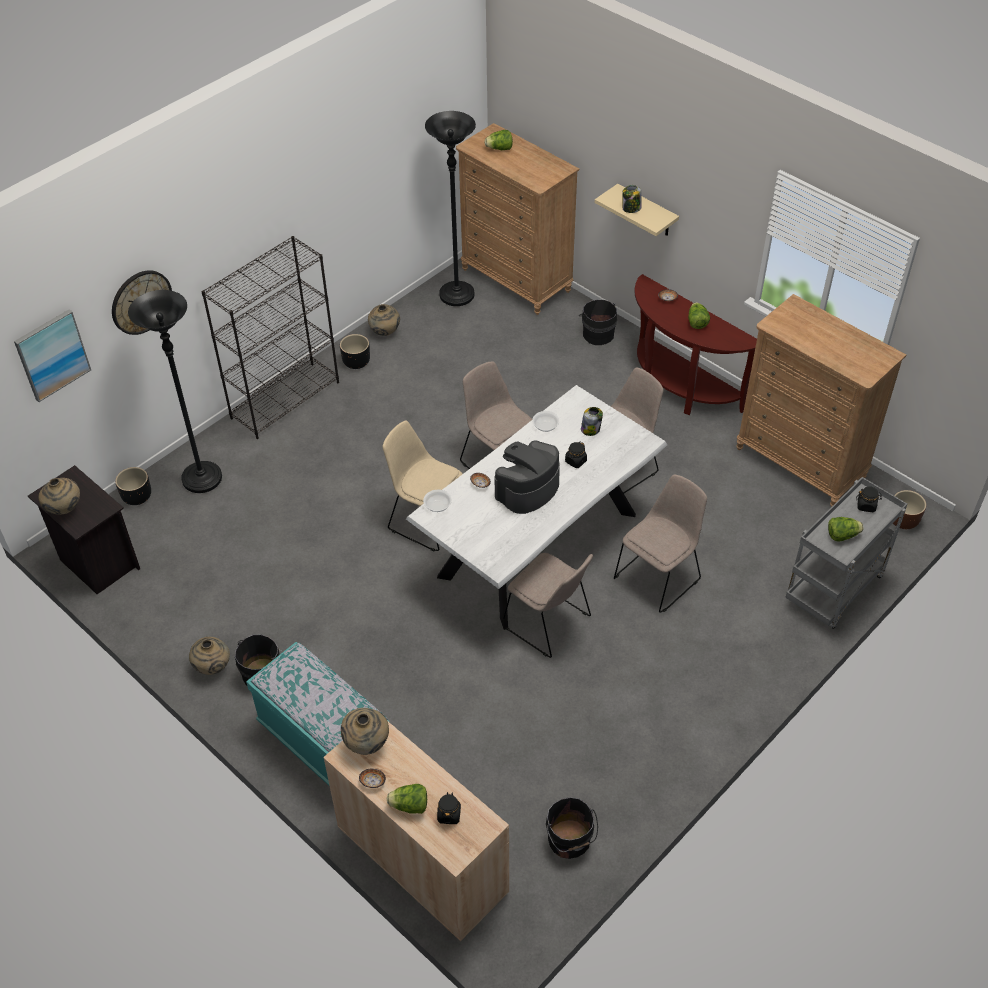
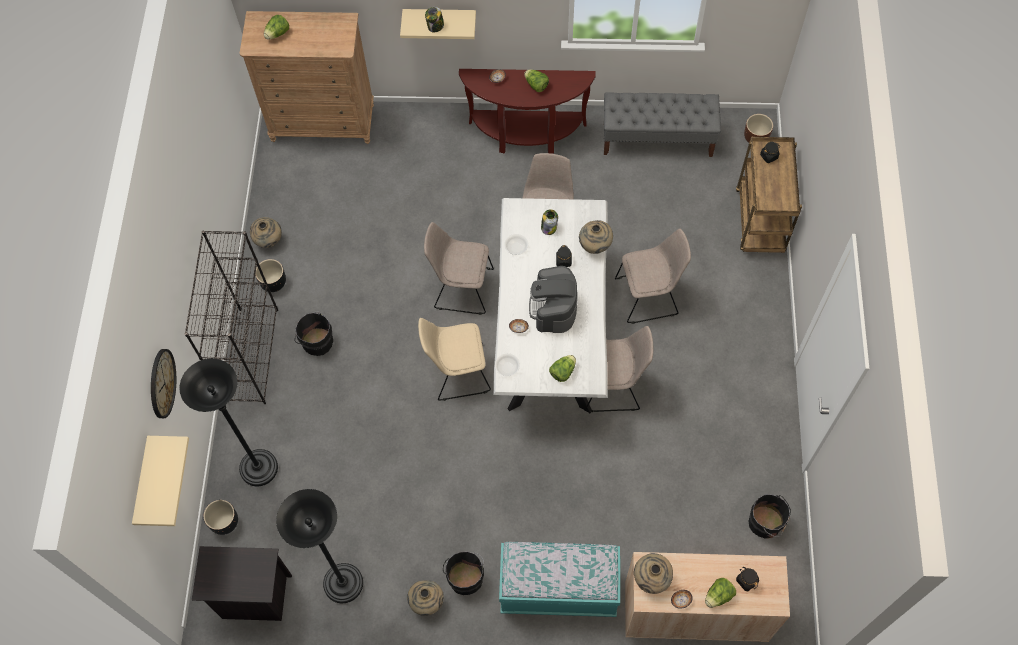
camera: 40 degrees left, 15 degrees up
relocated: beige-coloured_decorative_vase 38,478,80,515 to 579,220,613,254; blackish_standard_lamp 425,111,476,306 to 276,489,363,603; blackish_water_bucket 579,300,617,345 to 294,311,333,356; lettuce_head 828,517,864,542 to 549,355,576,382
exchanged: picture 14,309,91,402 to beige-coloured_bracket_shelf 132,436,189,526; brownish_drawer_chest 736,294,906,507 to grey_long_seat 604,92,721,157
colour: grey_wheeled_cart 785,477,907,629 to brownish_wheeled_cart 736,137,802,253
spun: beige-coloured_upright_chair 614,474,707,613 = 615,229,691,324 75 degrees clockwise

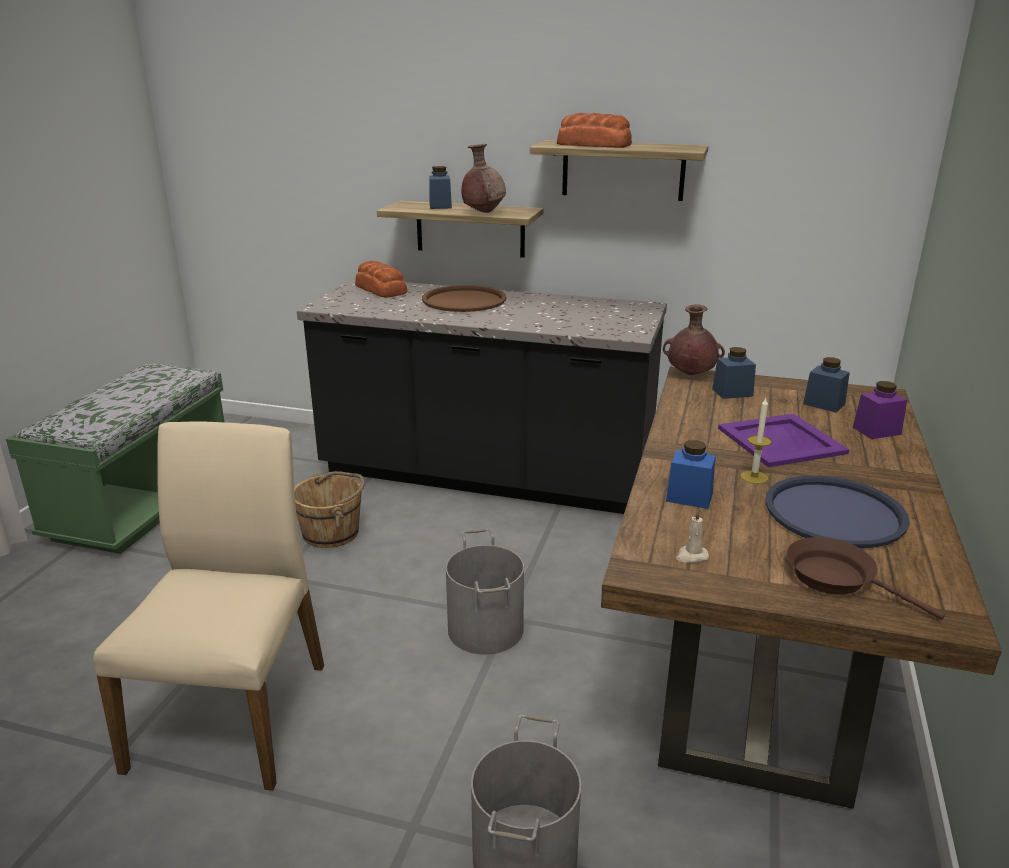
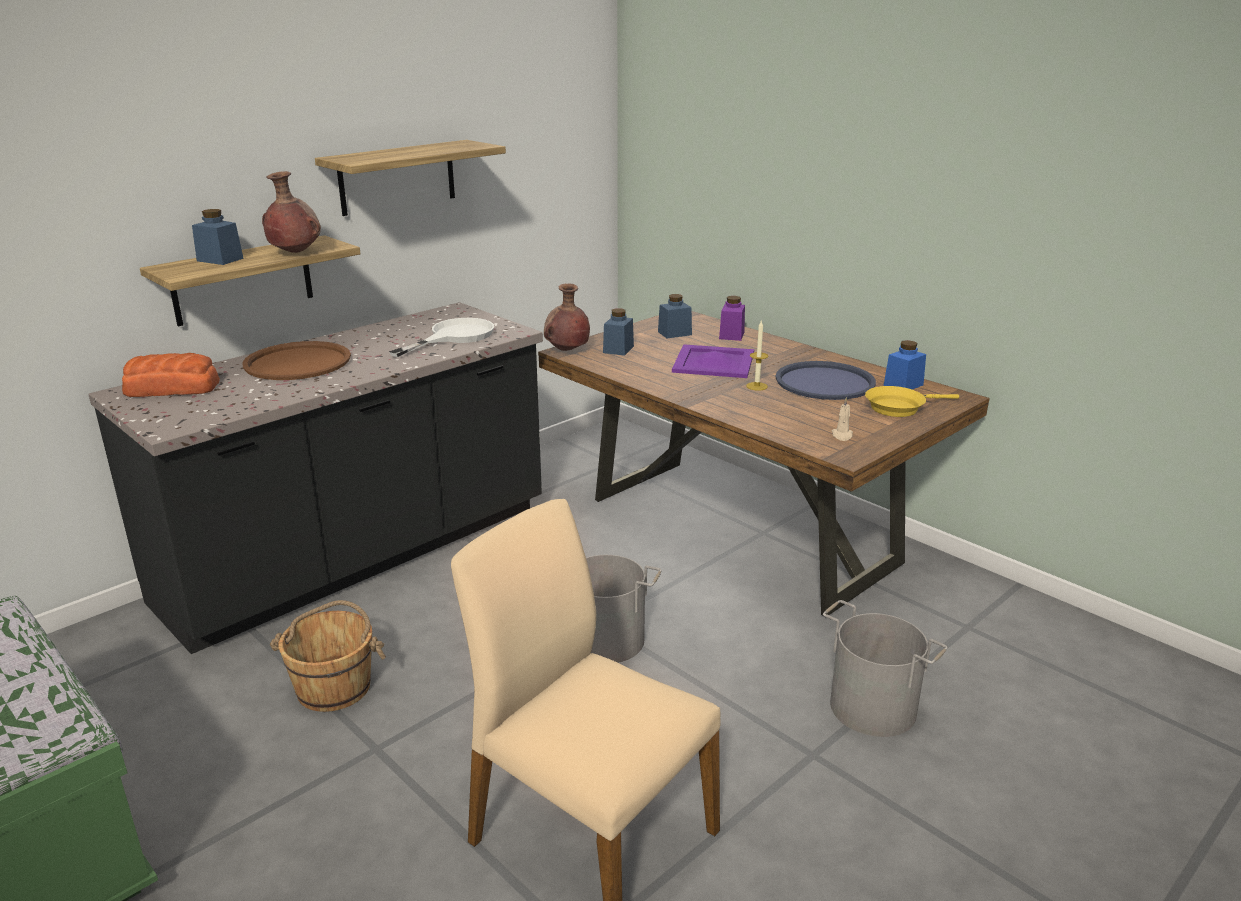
camera: 60 degrees left, 0 degrees up
missing: baked_bread 557,113,632,148
appeared: whitish_skillet 389,318,494,357
relocated: bluish_jar 666,440,716,509 to 883,340,926,390
colour: brownish_skillet 787,537,945,620 to yellow_skillet 865,386,959,417

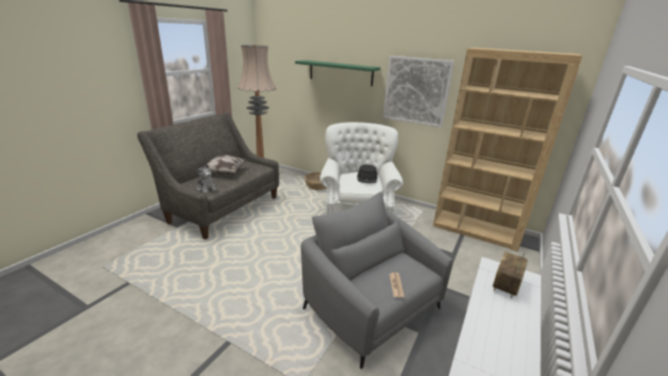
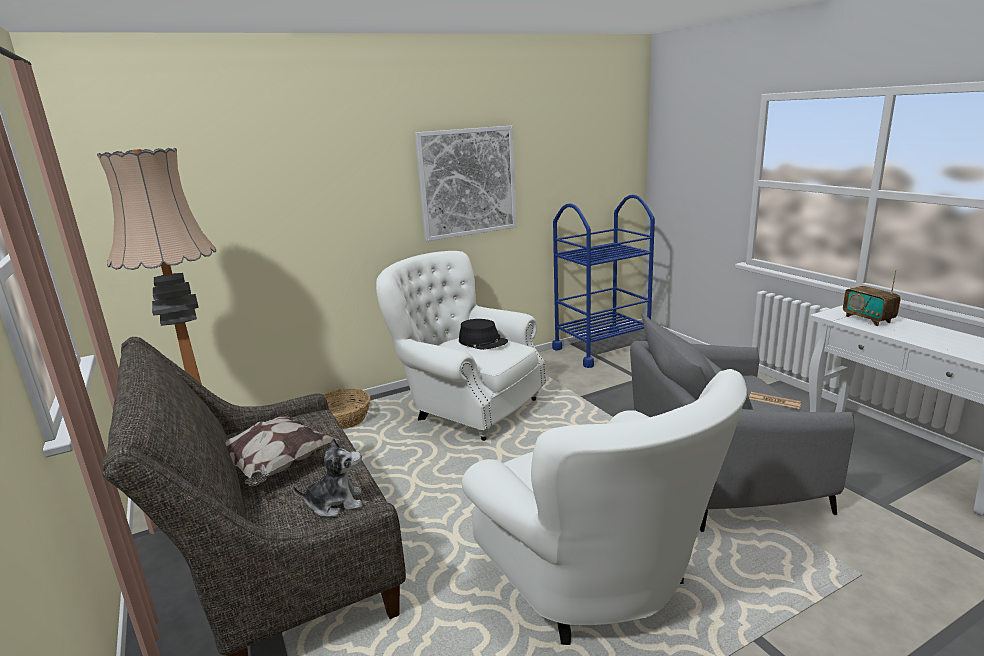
camera: 55 degrees left, 5 degrees down
missing: greenish_bracket_shelf 295,60,381,86
appeared: whitish_lounge_chair 462,369,747,645
exchanged: brownish_bookshelf 433,48,582,252 to bluish_wheeled_cart 552,195,655,368

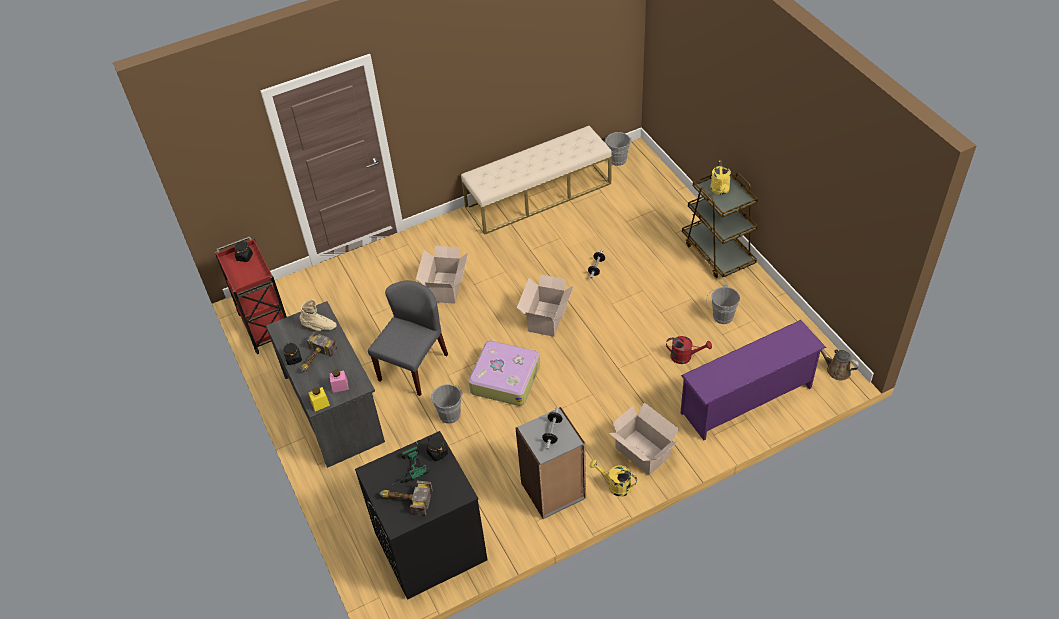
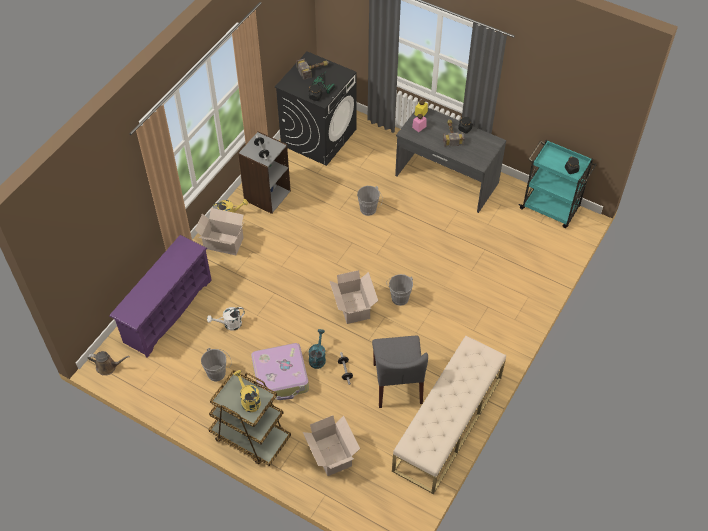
camera: 145 degrees right, 5 degrees up
missing: beige-coloured_high-top_boot 299,299,337,331
appeared: turquoise_watering_pot 309,329,326,369
relocated: grey_upright_chair 368,281,448,396 to 372,336,428,408; cardboard_box 416,246,468,304 to 303,415,360,476; piece_of_luggage 469,340,540,406 to 251,343,309,400; grey_water_bucket 605,132,632,166 to 386,274,413,306
colour: red_wheeled_cart 215,236,287,354 to turquoise_wheeled_cart 518,140,597,228; red_watering_pot 666,336,712,364 to whitish_watering_pot 207,307,245,331

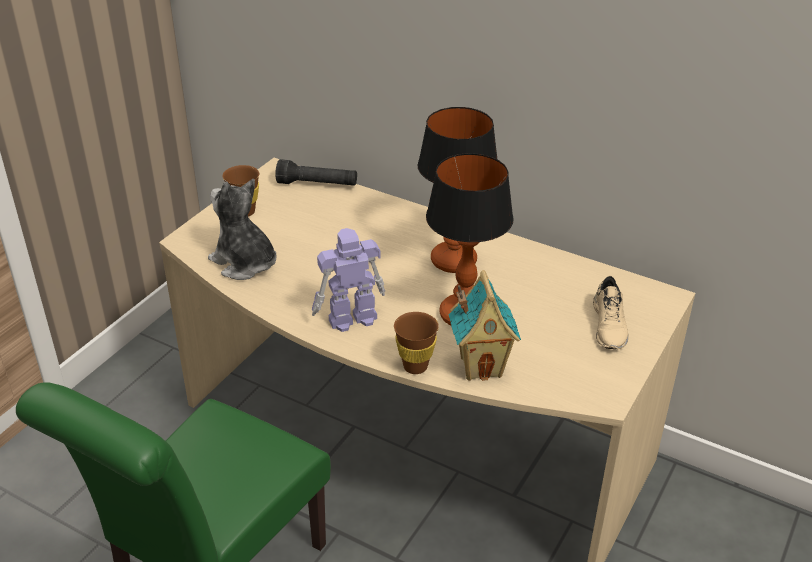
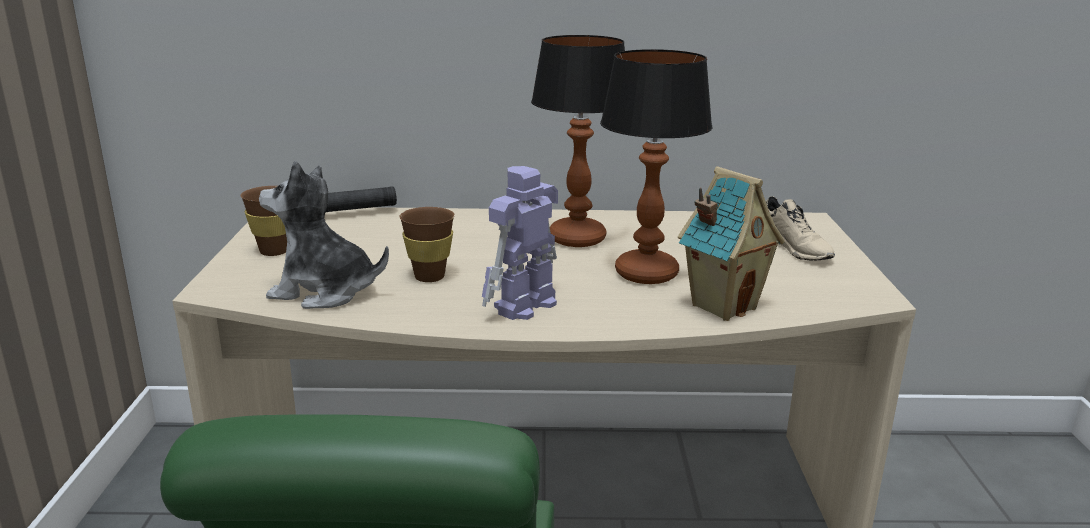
camera: 30 degrees left, 15 degrees down
relocated: brownish_cup 394,312,439,374 to 400,207,455,282

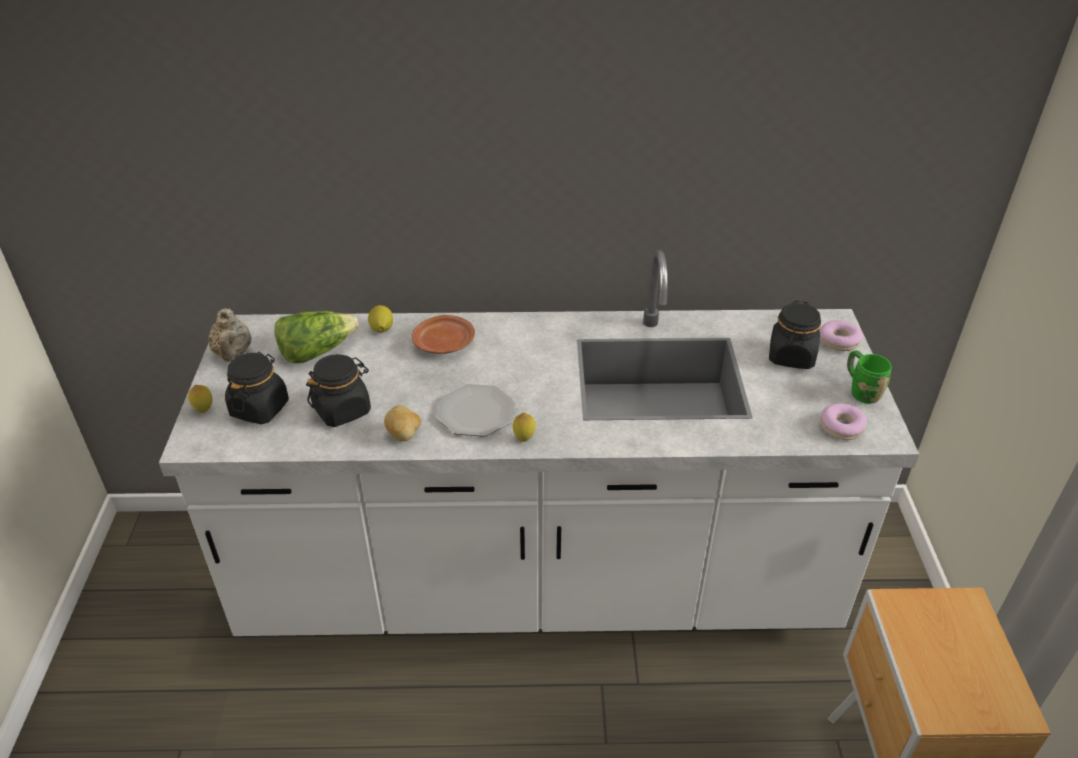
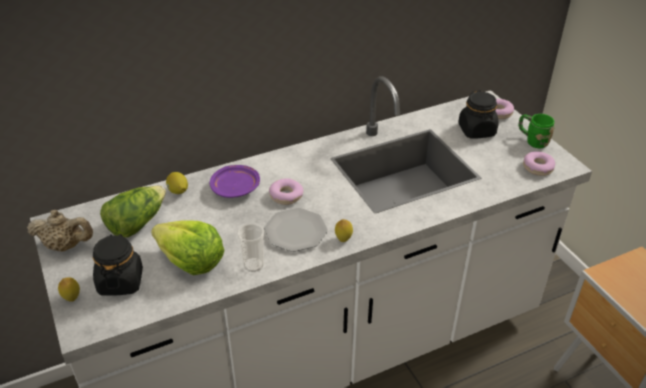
camera: 25 degrees left, 0 degrees up
appeared: doughnut 269,178,304,205
exchanged: blackish_jar 306,354,371,427 to lettuce_head 151,220,224,275; spud 384,405,421,442 to cup 238,223,264,272
colour: brownish_flat_dish 412,315,475,354 to purple-coloured_flat_dish 210,165,260,198
spun: beige-coloured_tea_pot 208,308,251,362 = 27,210,93,252 45 degrees counterclockwise

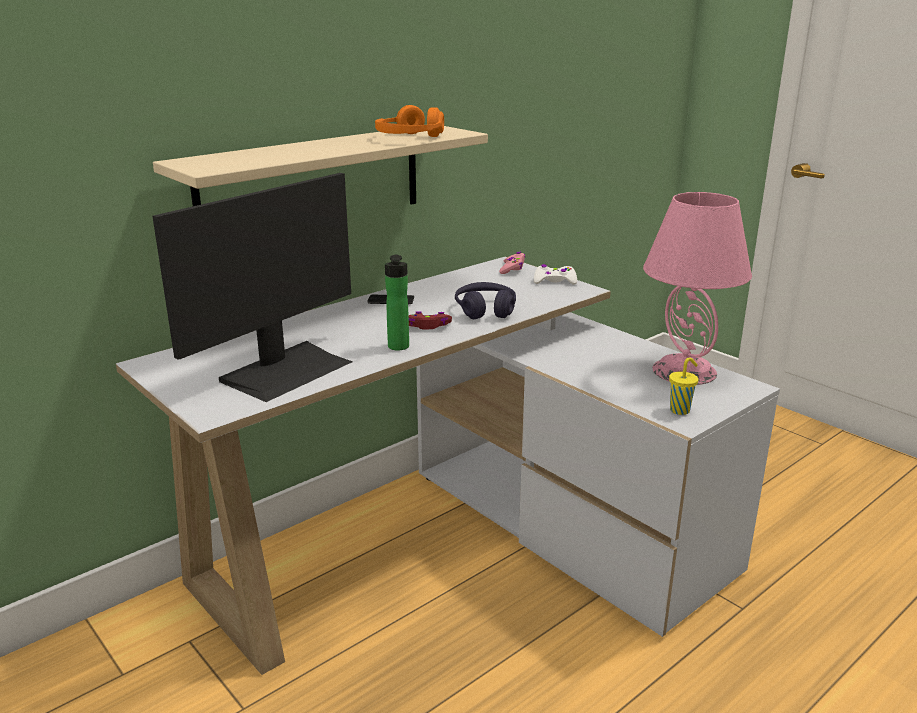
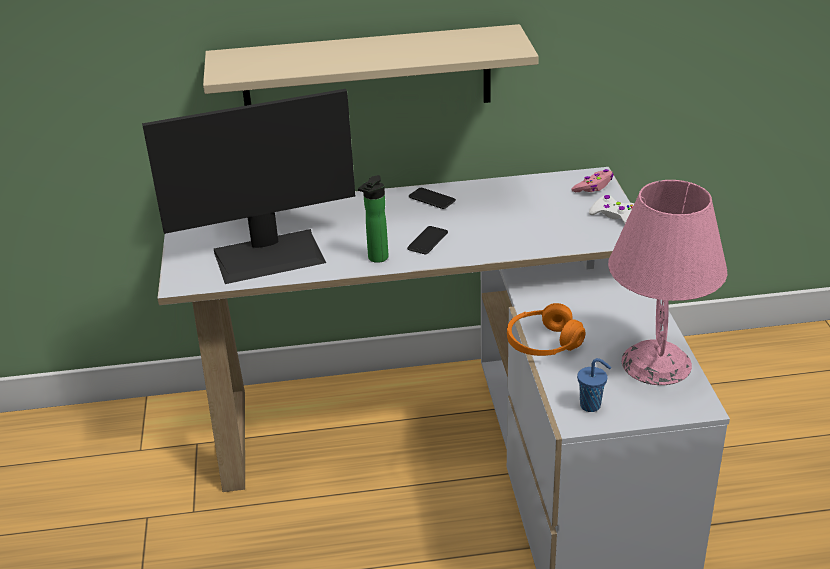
camera: 35 degrees right, 10 degrees up
missing: purple-coloured_headset 455,282,516,319
relocated: orange-coloured_headset 375,105,444,137 to 507,303,586,356
exchanged: red_joypad 409,311,452,329 to telephone 407,226,448,254
colour: yellow_cup 669,357,698,415 to bluish_cup 577,358,611,412

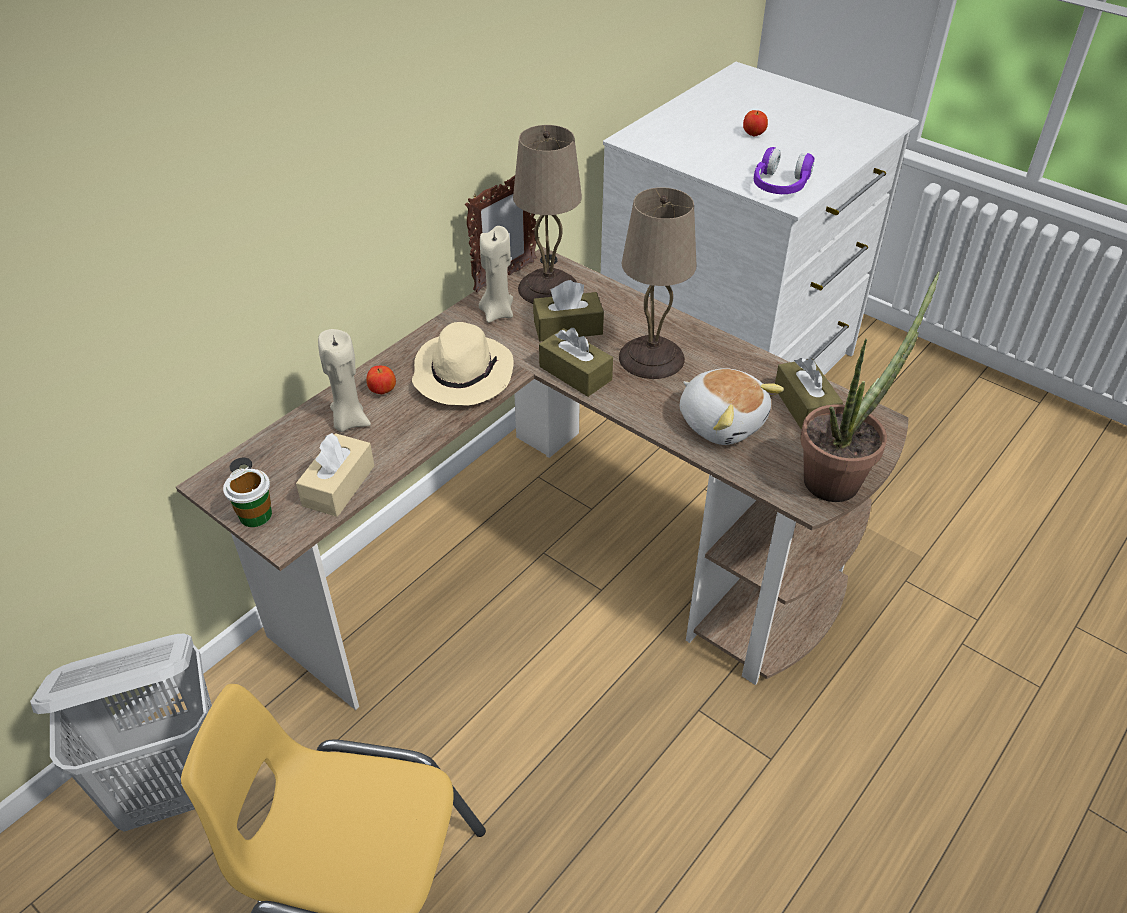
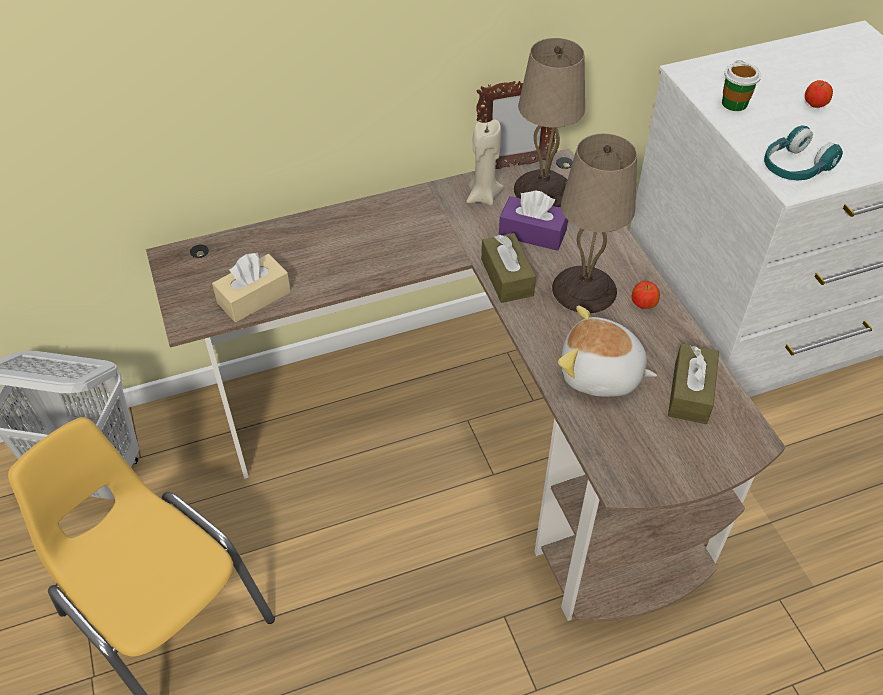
camera: 30 degrees right, 5 degrees up
missing: beige-coloured_candle 318,329,371,432; beige-coloured_hat 412,322,514,405; plant_in_a_pot 800,272,940,502
relocated: cup 223,469,272,527 to 722,60,761,111; whole_apple 366,366,396,394 to 632,281,660,309
colour: brownish_tissue_holder 533,280,604,342 to purple-coloured_tissue_holder 499,190,568,251; purple-coloured_headset 754,147,814,194 to turquoise_headset 764,125,843,180
spun: soft_toy 680,368,784,445 = 558,306,657,397 120 degrees clockwise

